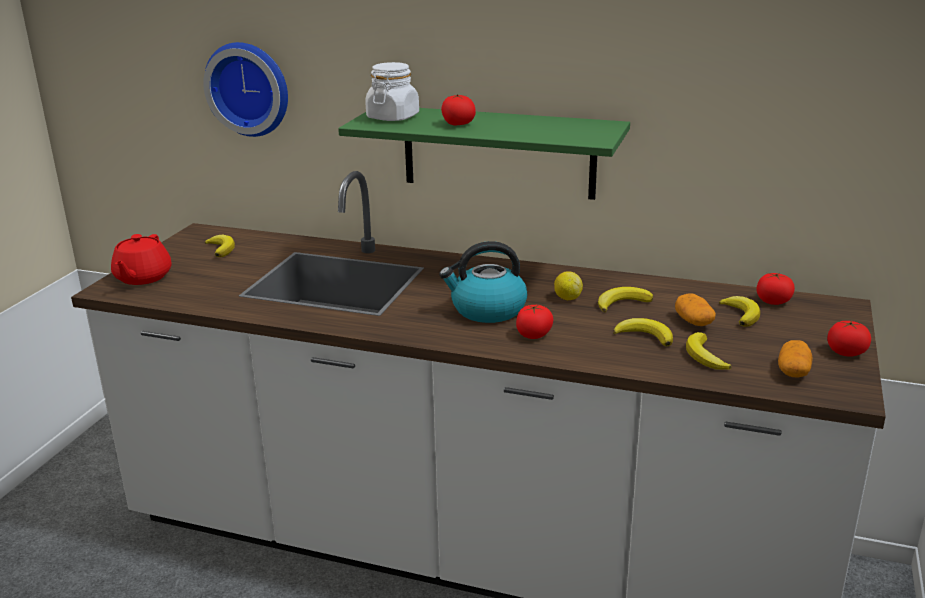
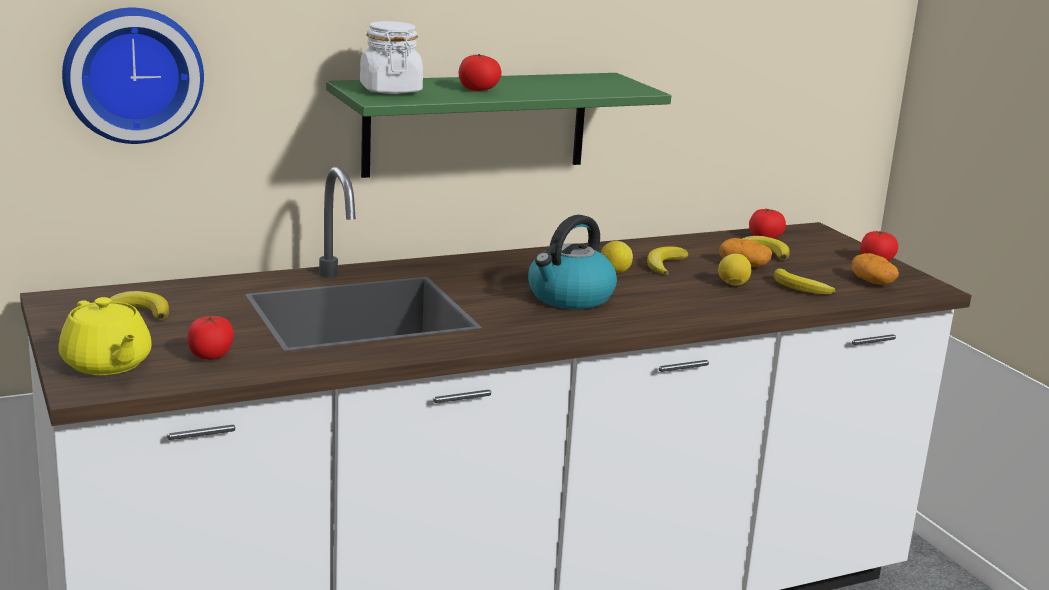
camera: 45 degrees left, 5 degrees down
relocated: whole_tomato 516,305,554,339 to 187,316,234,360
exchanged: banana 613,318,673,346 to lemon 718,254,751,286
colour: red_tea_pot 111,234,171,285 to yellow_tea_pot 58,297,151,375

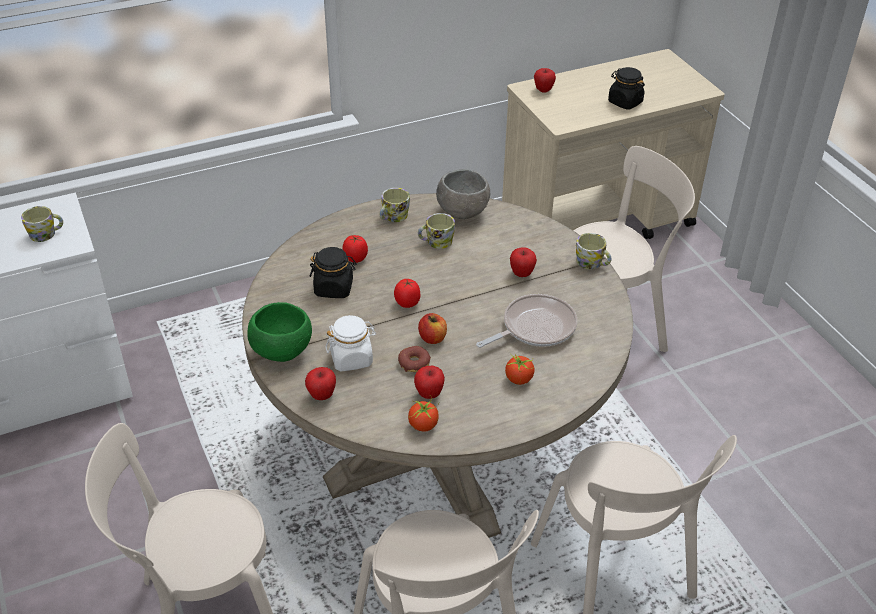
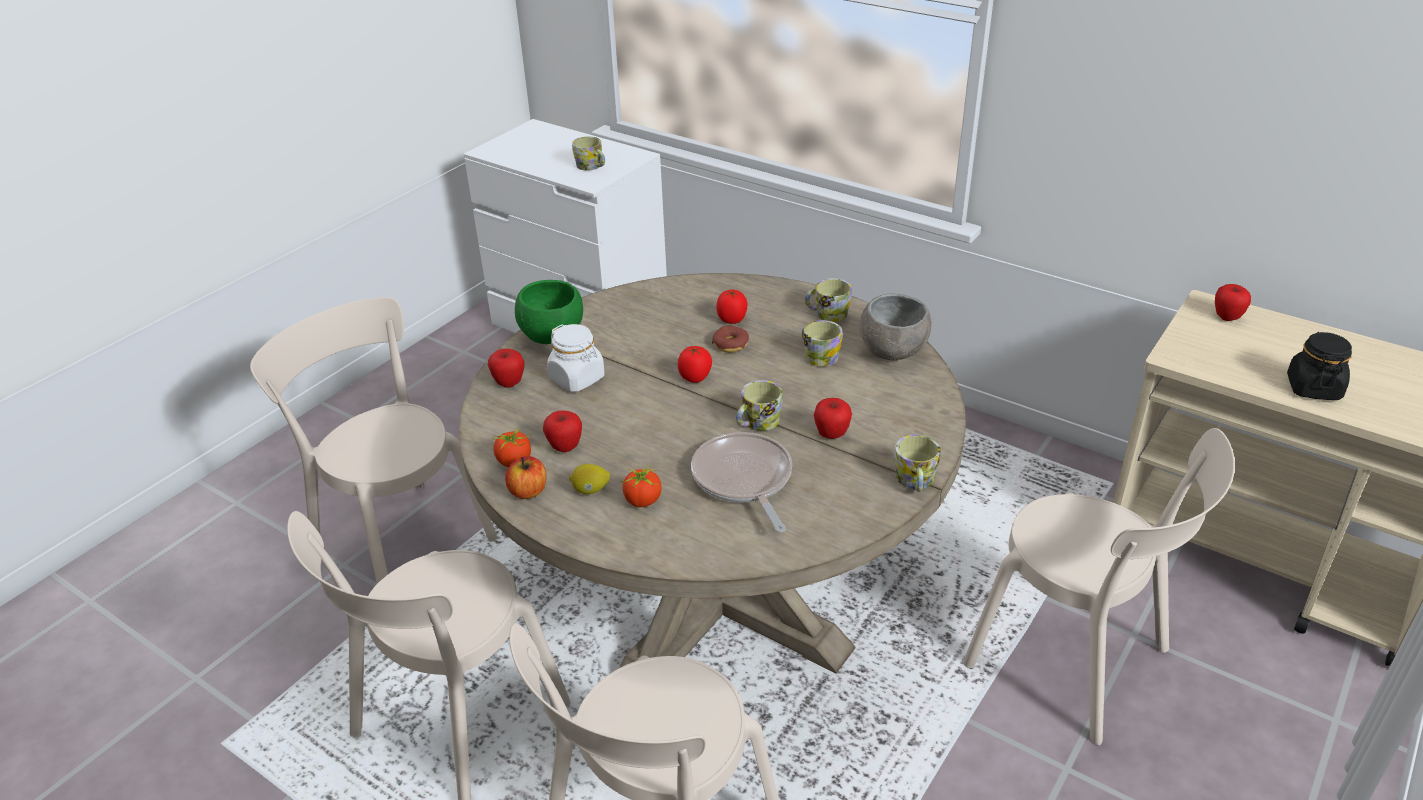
camera: 60 degrees right, 5 degrees down
missing: blackish_jar 309,247,357,298
appeared: lemon 569,464,610,494; coffee_mug 736,380,783,431
relocated: doughnut 398,346,431,372 to 712,325,749,353; whole_apple 418,313,447,344 to 505,456,546,499
spun: skillet 476,294,577,348 = 691,432,792,533 135 degrees counterclockwise

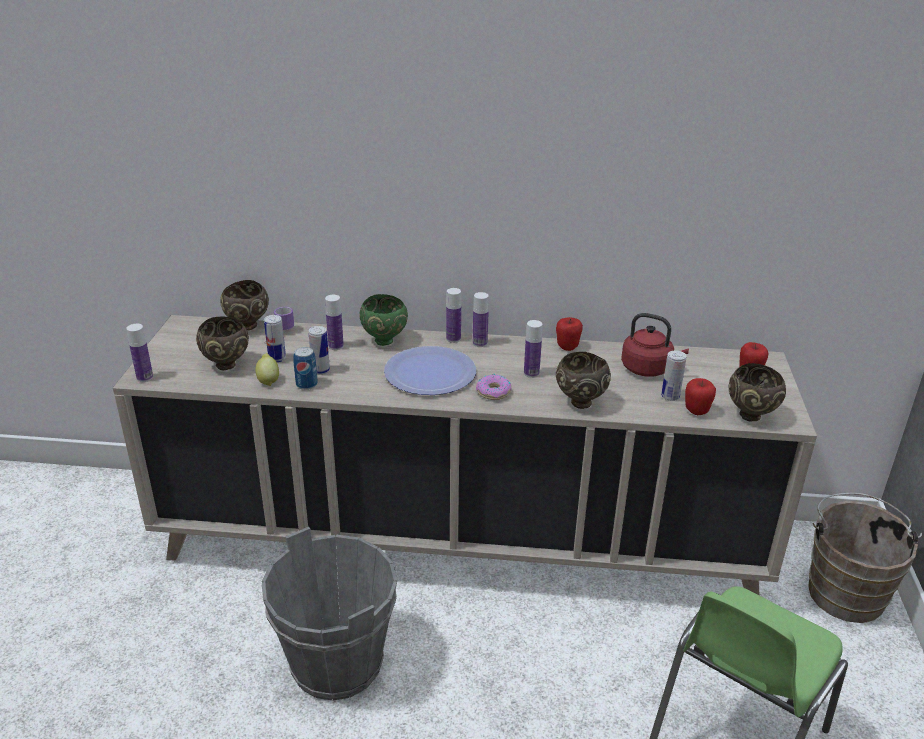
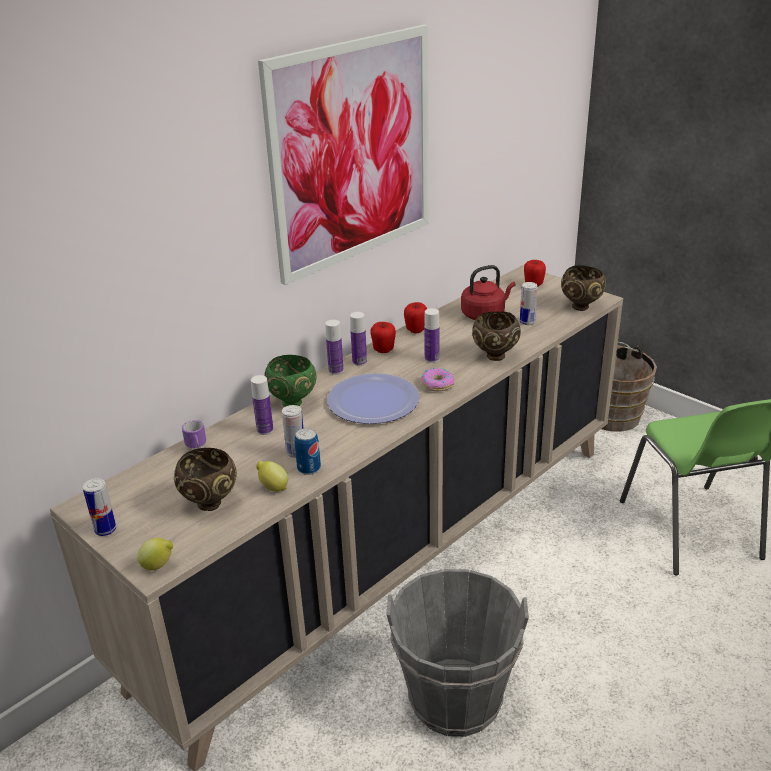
camera: 50 degrees left, 0 degrees up
missing: brownish_deep_dish 220,280,269,330
appeared: picture 258,24,429,285
relocated: metal_can 264,315,286,363 to 83,478,117,536; whole_apple 685,378,716,415 to 371,322,396,353
exchanged: beverage_bottle 126,324,153,382 to lemon 137,538,174,570

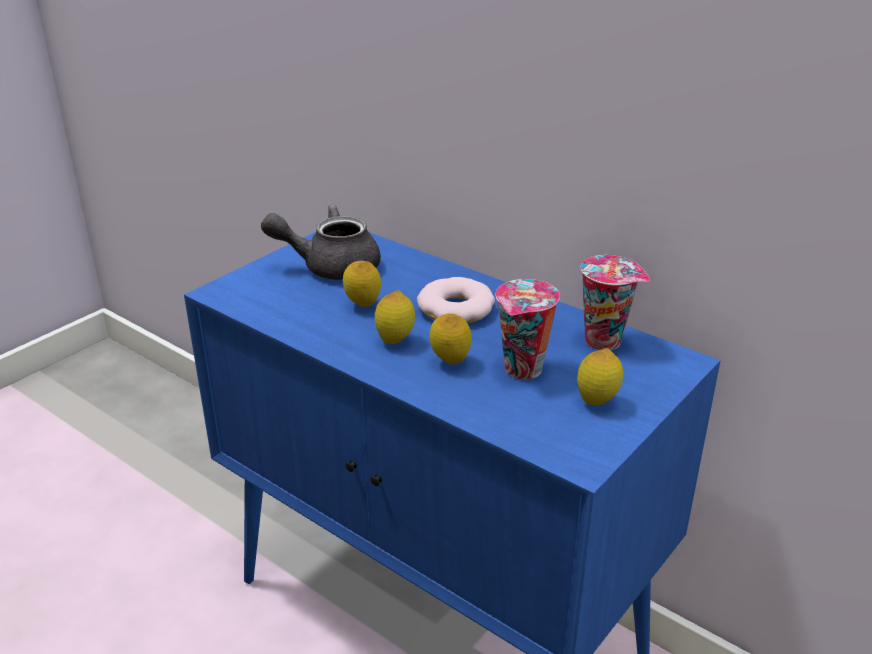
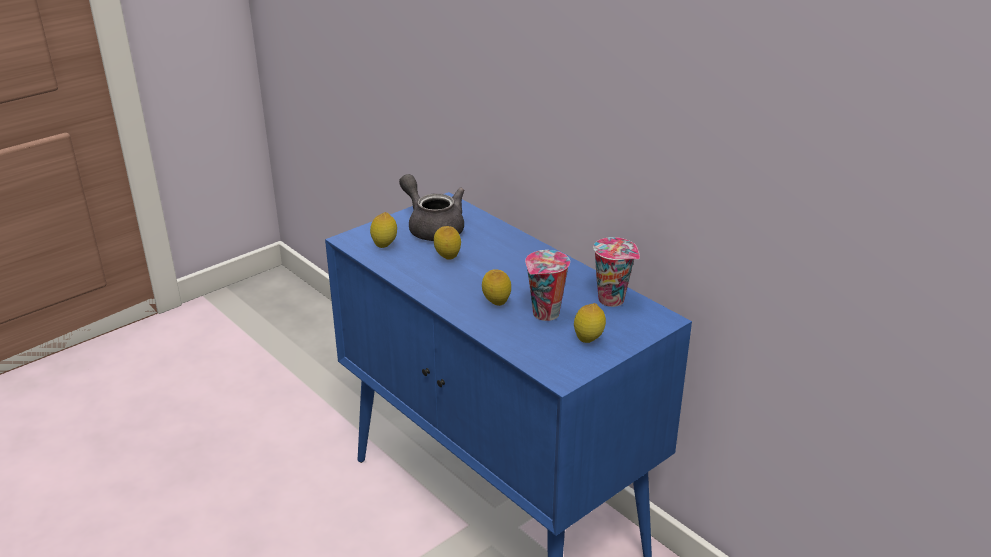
camera: 10 degrees right, 0 degrees up
missing: doughnut 417,277,495,323
relocated: lemon 375,290,415,344 to 370,212,397,248
spun: grey_tea_pot 261,205,381,280 = 399,174,464,241 45 degrees clockwise

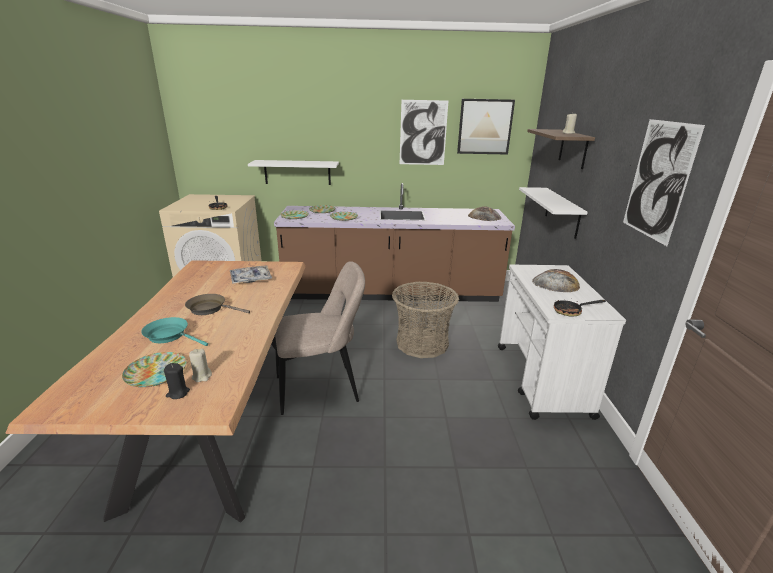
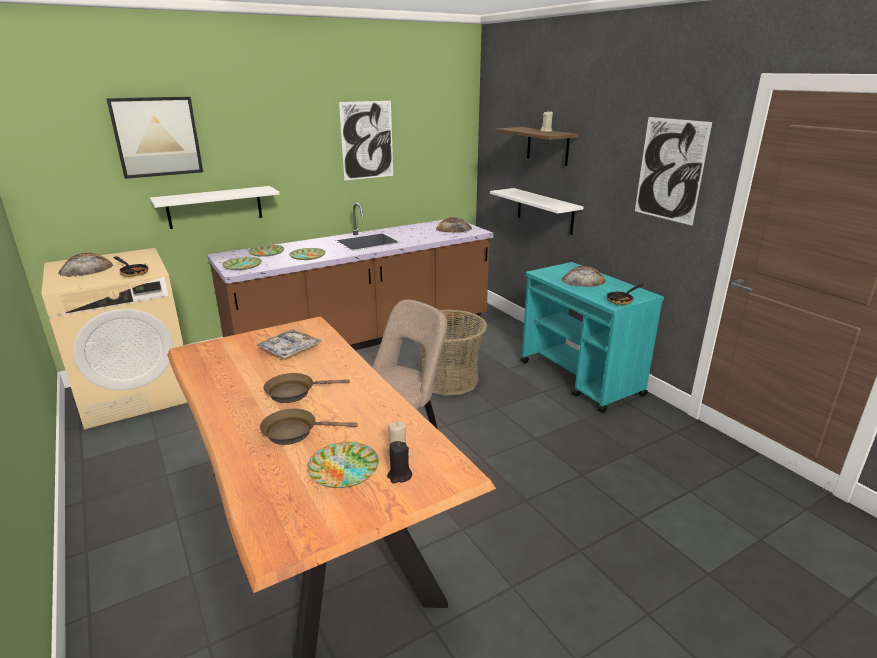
camera: 30 degrees left, 0 degrees up
appeared: baked_bread 59,253,113,277
relocated: picture 457,99,515,155 to 106,97,203,179
colour: turquoise_skillet 141,317,208,346 to brownish_skillet 260,409,357,445; whitish_wheeled_cart 498,265,626,420 to turquoise_wheeled_cart 520,262,664,413

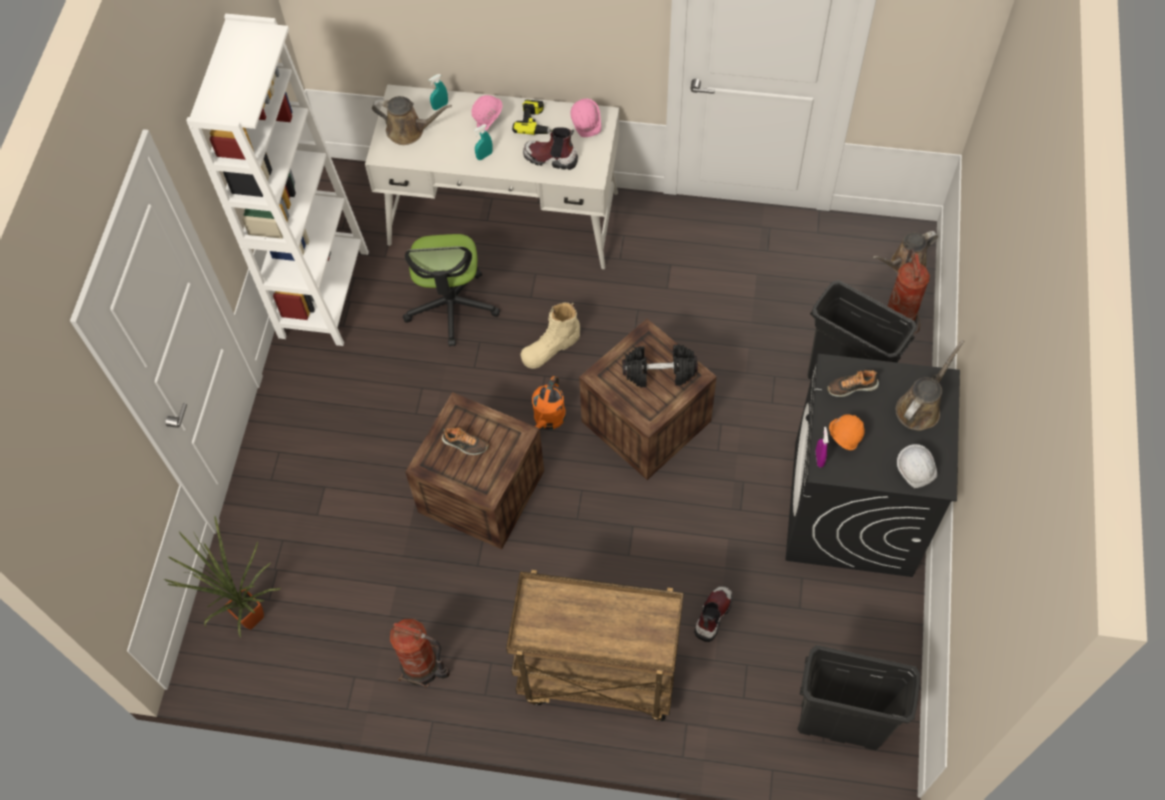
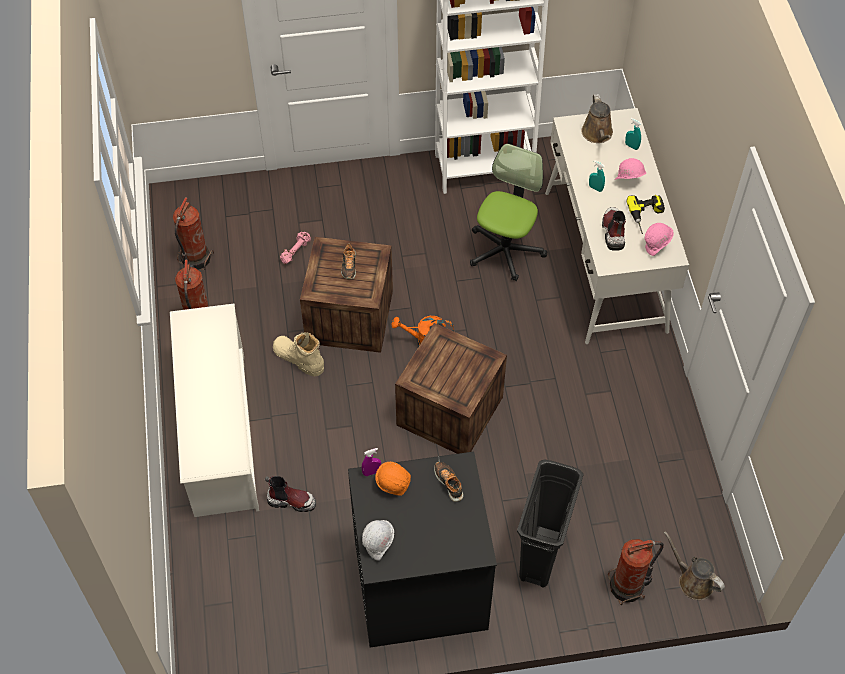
camera: 70 degrees right, 5 degrees down
missing: plant_in_a_pot 163,517,281,638; blackish_dumbbell 622,345,698,387; blackish_waste_bin 797,645,920,750; brownish_watering_pot 896,340,964,431
appeared: fire_extinguisher 173,197,214,270; pink-coloured_dumbbell 280,232,311,265
relocated: beige-coloured_high-top_boot 520,303,580,369 to 273,332,324,377
exchanged: brownish_wheeled_cart 506,570,684,722 to whitish_shoe_stand 170,304,259,517
spun: computer_chair 403,234,500,346 = 470,144,547,281 135 degrees clockwise

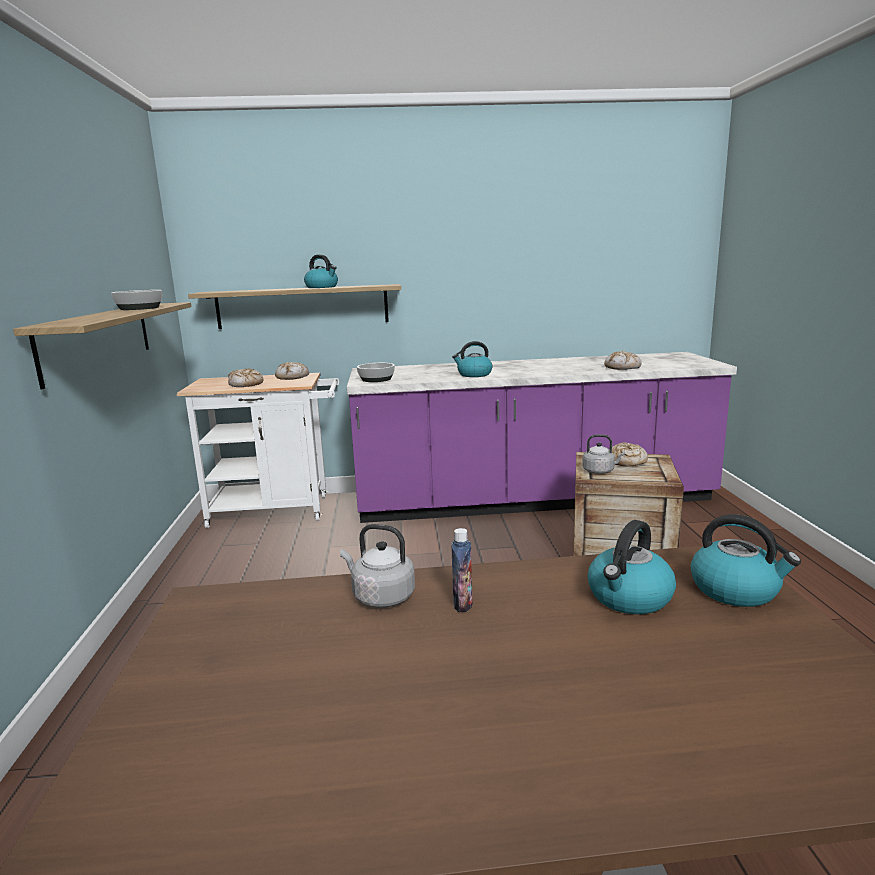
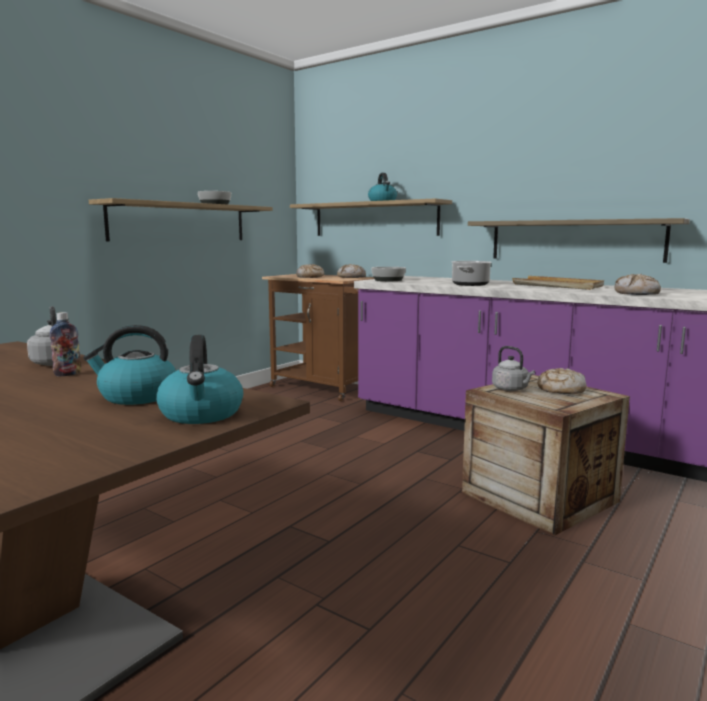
camera: 40 degrees right, 5 degrees down
appeared: bracket_shelf 468,218,690,263; beige-coloured_carrying_tray 512,276,604,290
exchanged: tea_kettle 452,341,492,377 to stockpot 452,261,492,286
colour: whitish_wheeled_cart 176,373,340,528 to brownish_wheeled_cart 262,274,374,401

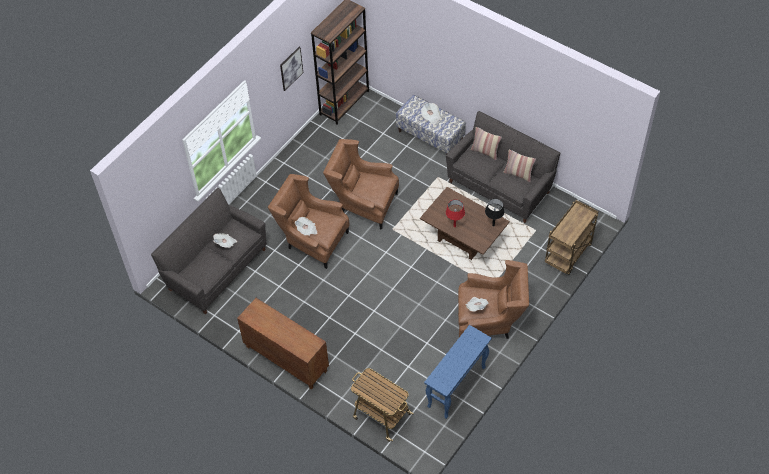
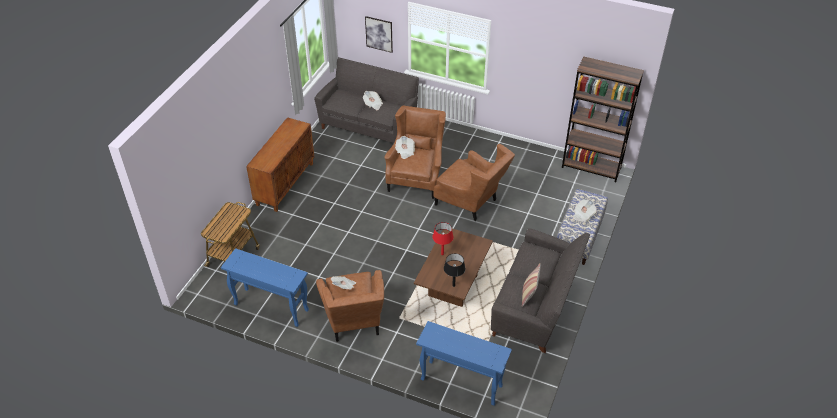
camera: 75 degrees right, 10 degrees down
missing: cushion 471,127,502,160
relocated: picture 280,47,303,91 to 365,16,393,53
exchanged: brownish_wheeled_cart 545,200,599,275 to bluish_console_table 416,321,512,406
spun: brownish_lounge_chair 323,139,399,230 = 433,144,515,221 120 degrees clockwise

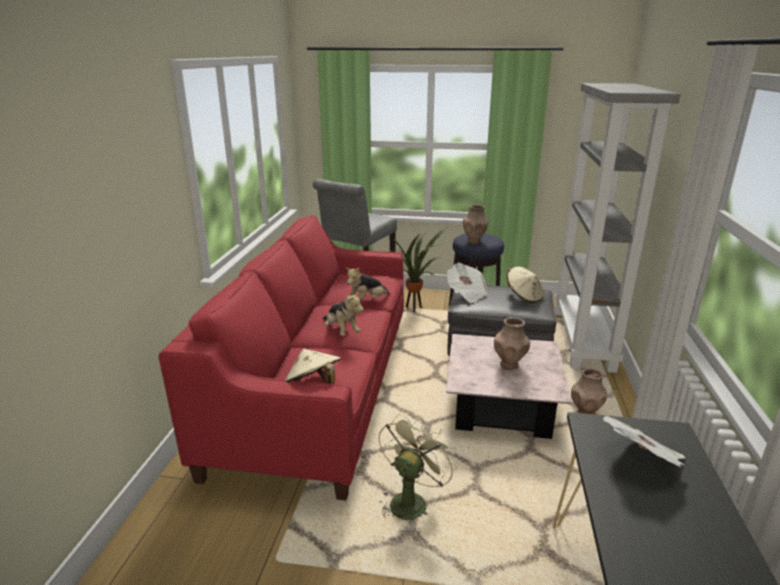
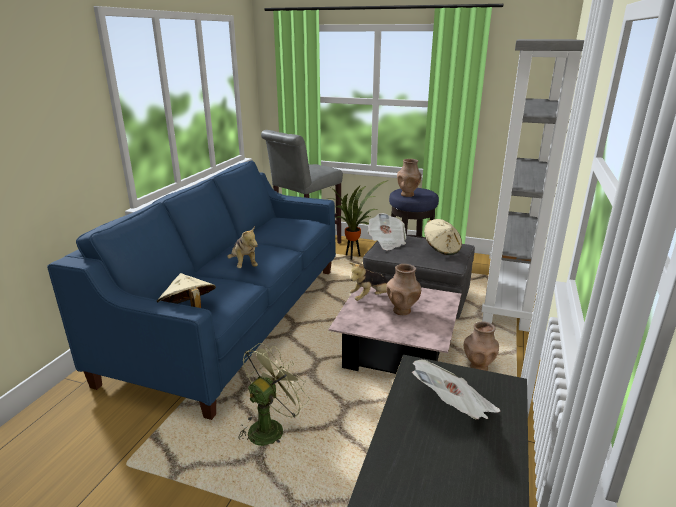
camera: 10 degrees right, 0 degrees up
relocated: soft_toy 345,267,390,300 to 349,263,388,301
colour: red_couch 159,215,404,500 to bluish_couch 47,160,336,420

